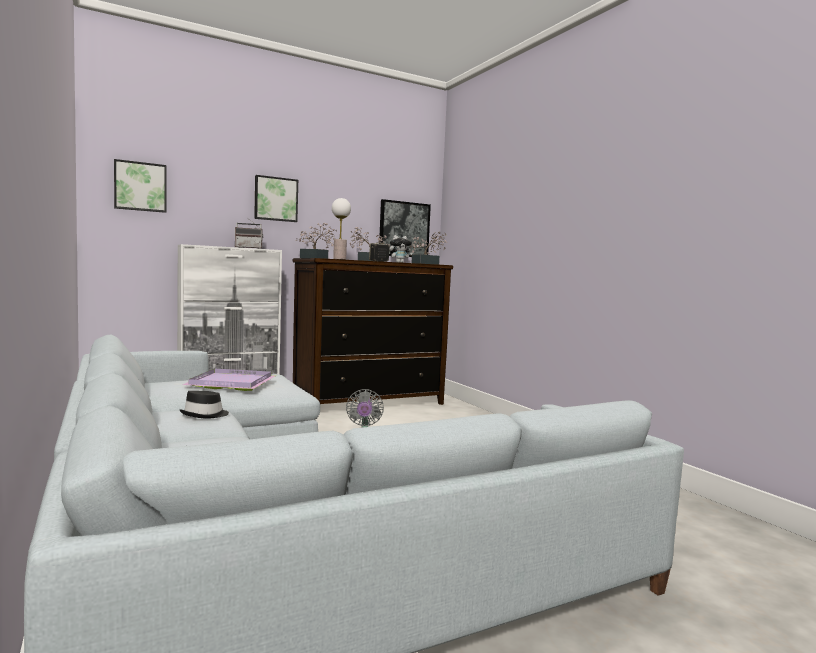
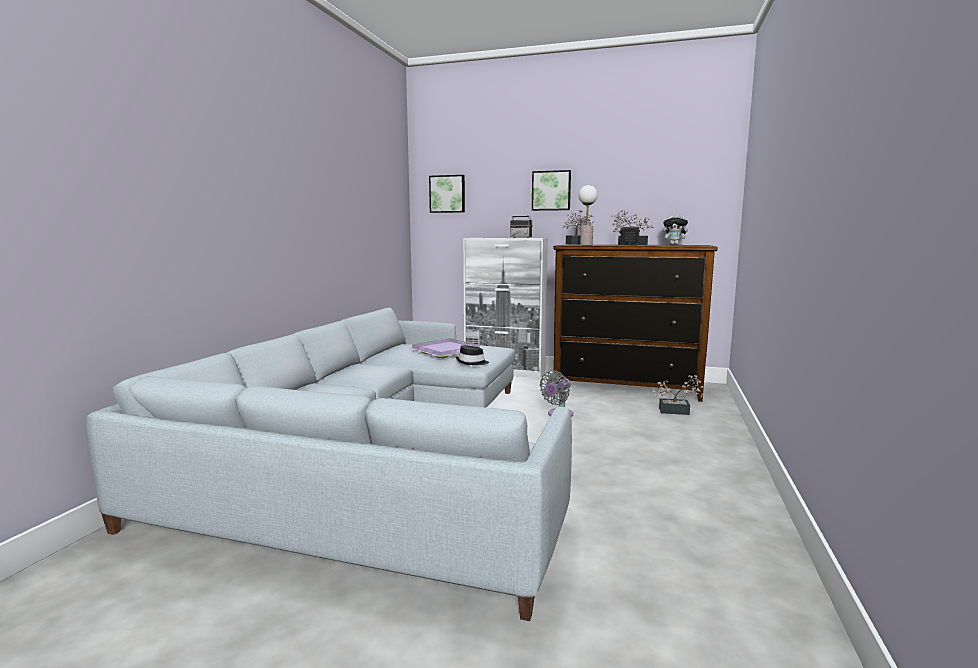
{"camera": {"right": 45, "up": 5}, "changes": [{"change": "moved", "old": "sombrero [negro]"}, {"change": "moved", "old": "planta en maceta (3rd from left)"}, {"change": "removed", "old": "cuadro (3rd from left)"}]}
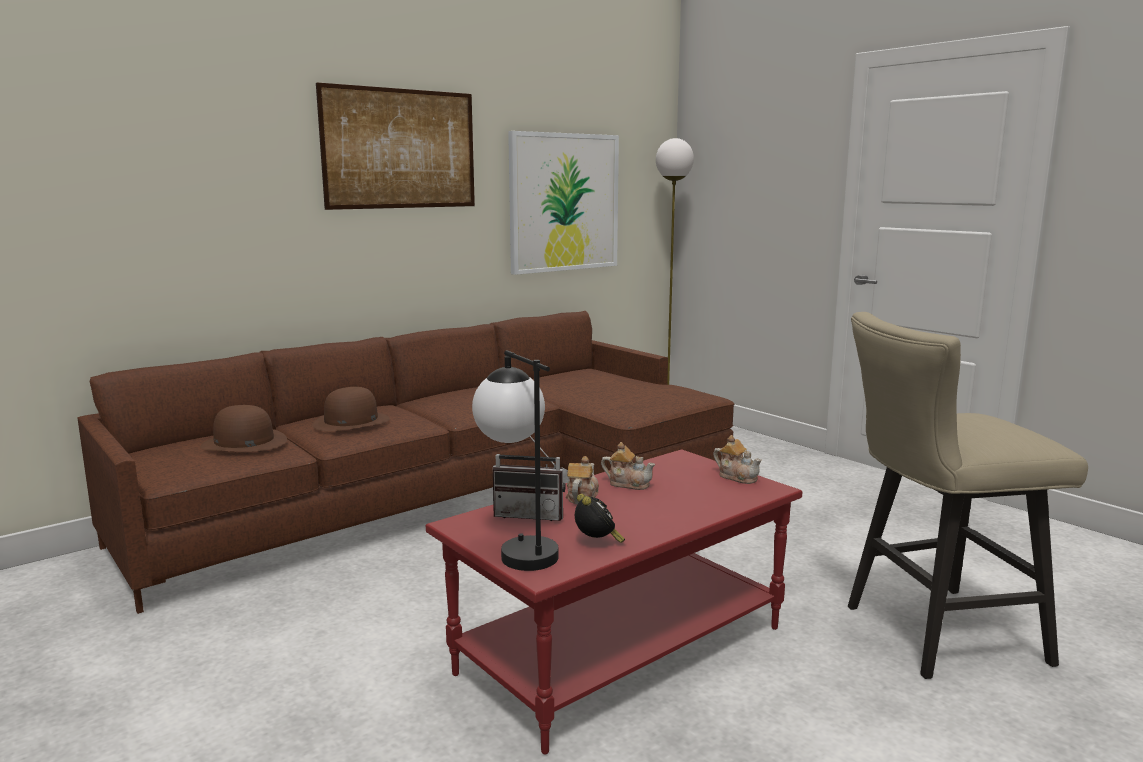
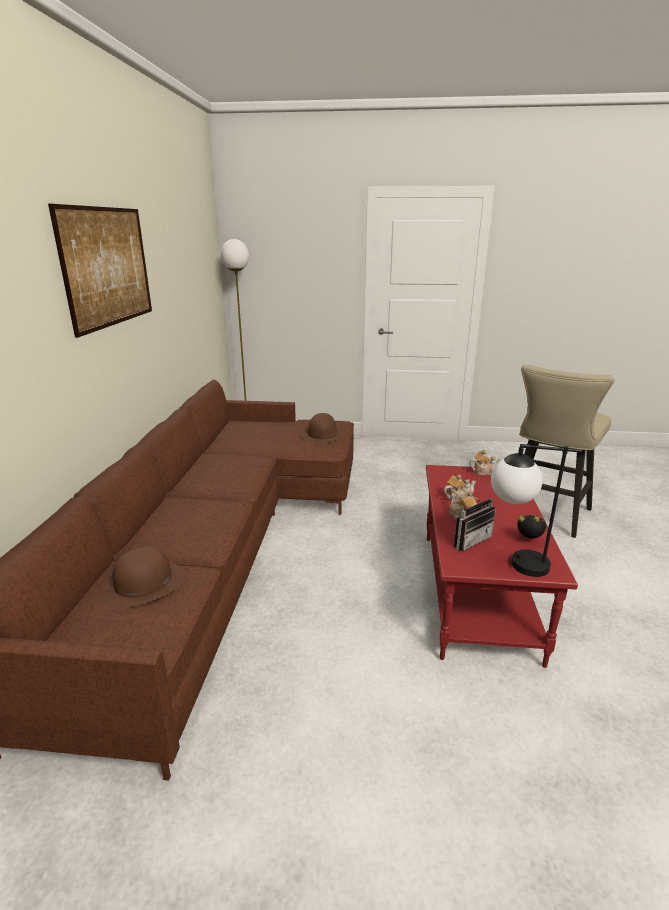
{"camera": {"right": -45, "up": 10}, "changes": [{"change": "moved", "old": "sombrero [marrón] (2nd from left)"}, {"change": "removed", "old": "cuadro (2nd from left)"}]}
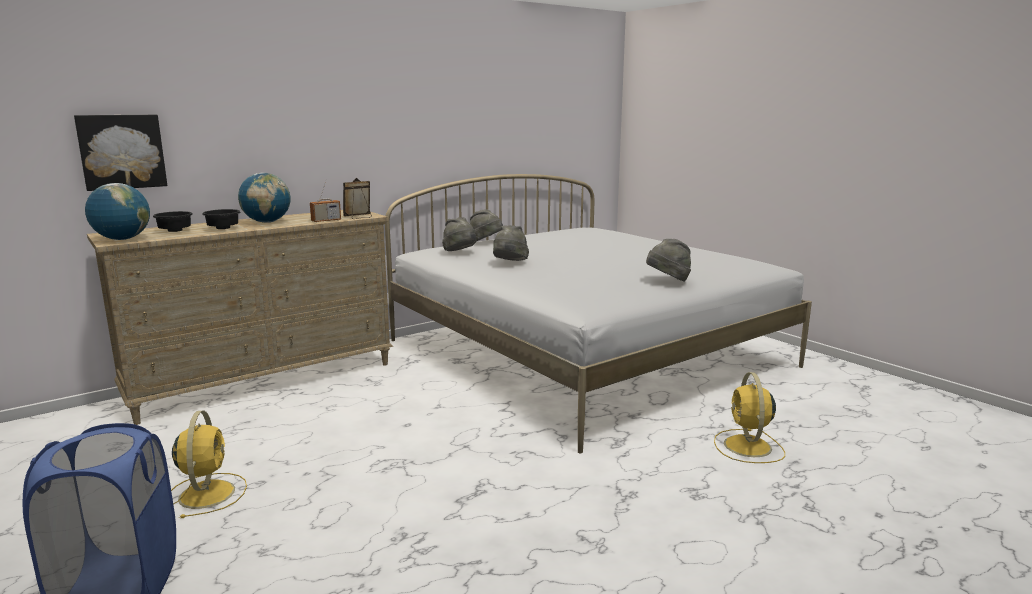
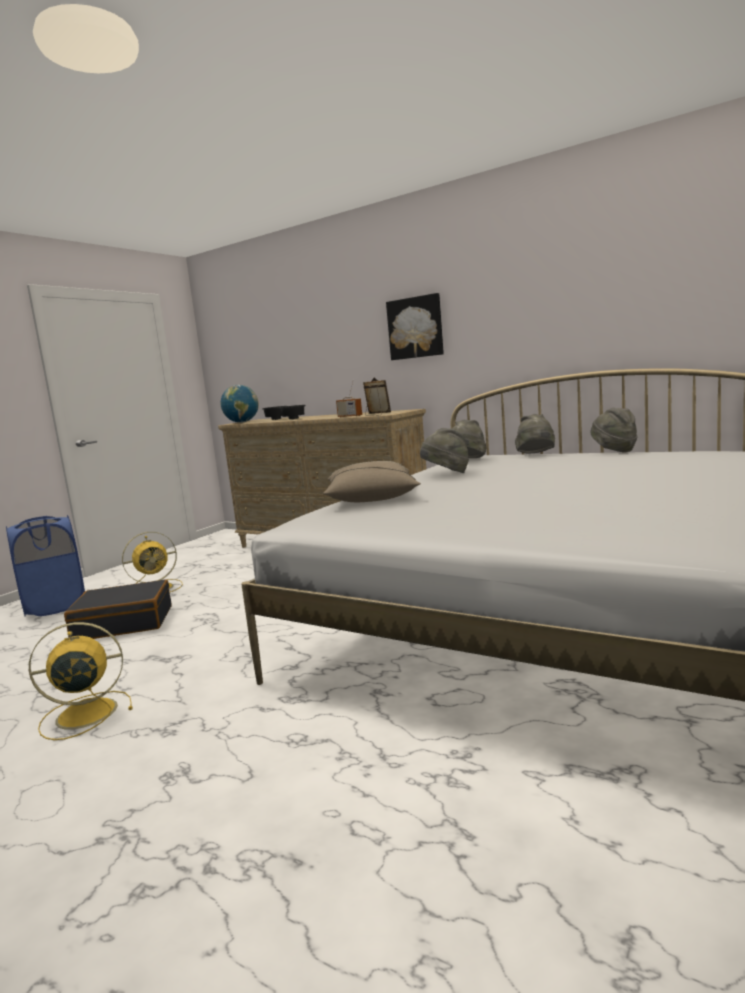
{"camera": {"right": 70, "up": -5}, "changes": [{"change": "moved", "old": "ventilador [amarillo] (2nd from left in the first image)", "new": "ventilador [amarillo] (1st from left)"}, {"change": "added", "new": "maleta [negro]"}, {"change": "added", "new": "cojín [beis]"}, {"change": "moved", "old": "cuadro"}, {"change": "moved", "old": "sombrero [gris] (4th from left)"}, {"change": "removed", "old": "globo terráqueo (2nd from left)"}]}
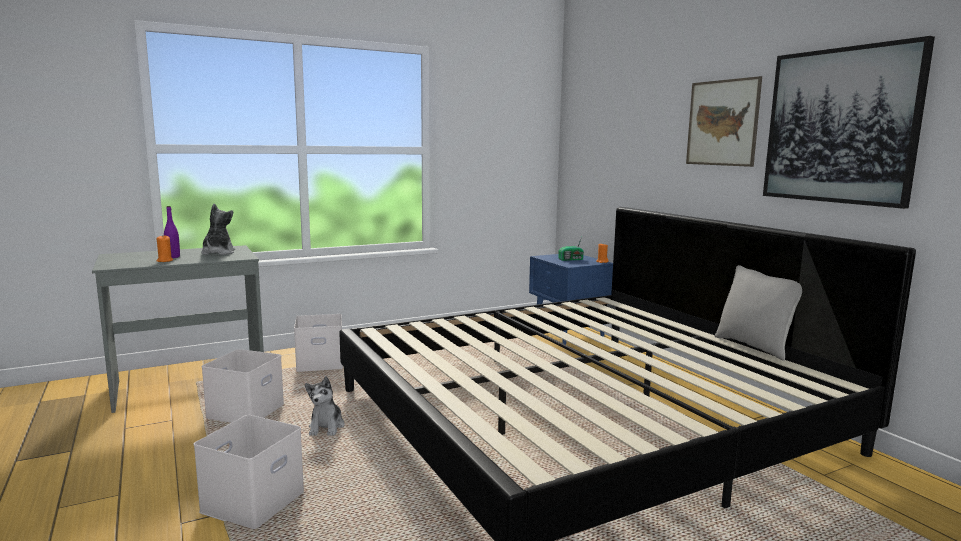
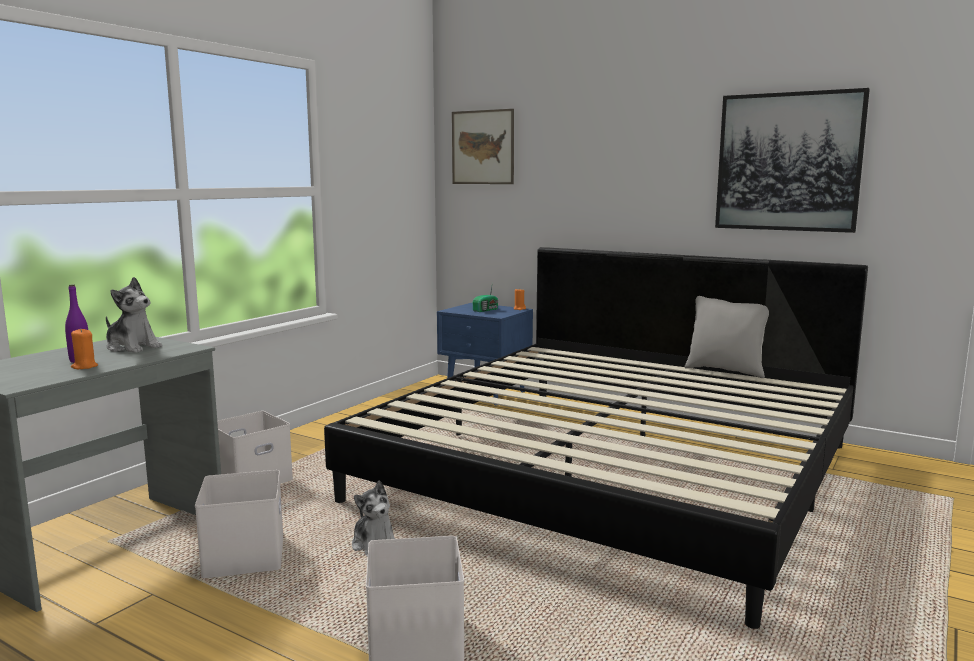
{"camera": {"right": -30, "up": 0}, "changes": [{"change": "turned", "old": "peluche (1st from left)", "degrees": 150}, {"change": "moved", "old": "cuadro (1st from left)"}]}
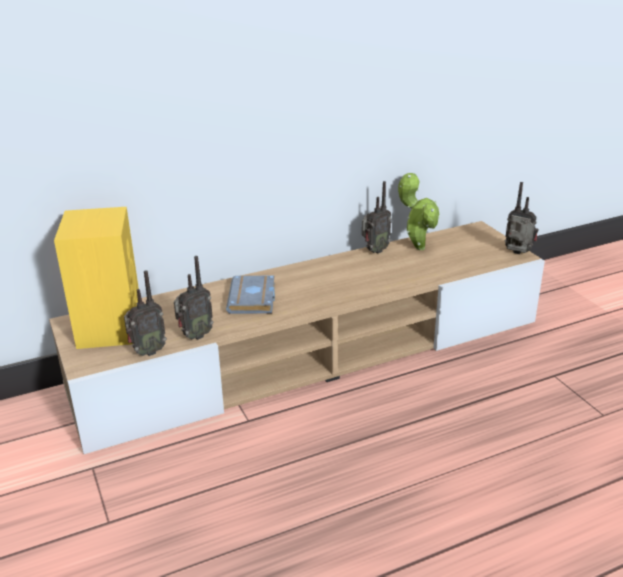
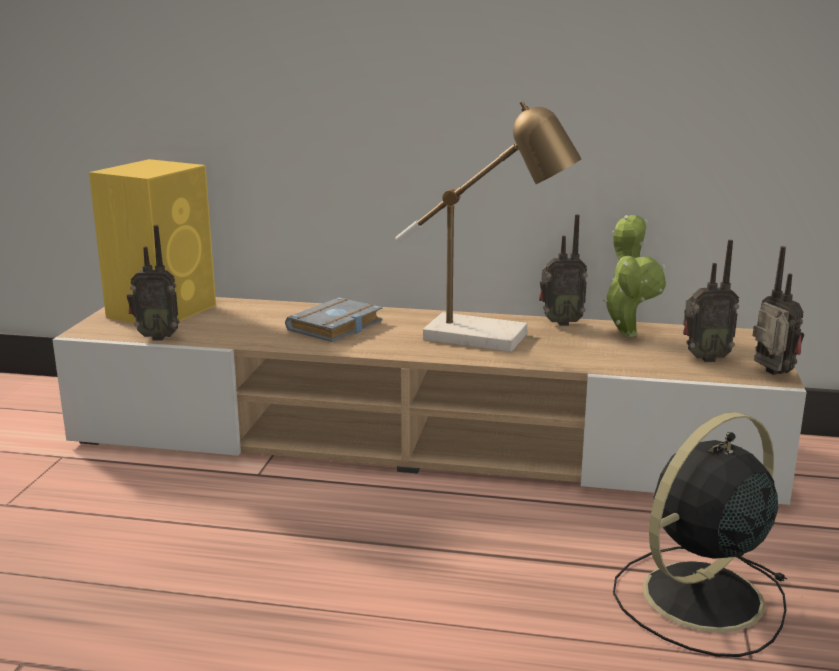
{"camera": {"right": 35, "up": -10}, "changes": [{"change": "added", "new": "lámpara de mesa"}, {"change": "added", "new": "ventilador [negro]"}, {"change": "moved", "old": "radio (2nd from left in the first image)", "new": "radio (3rd from left)"}]}
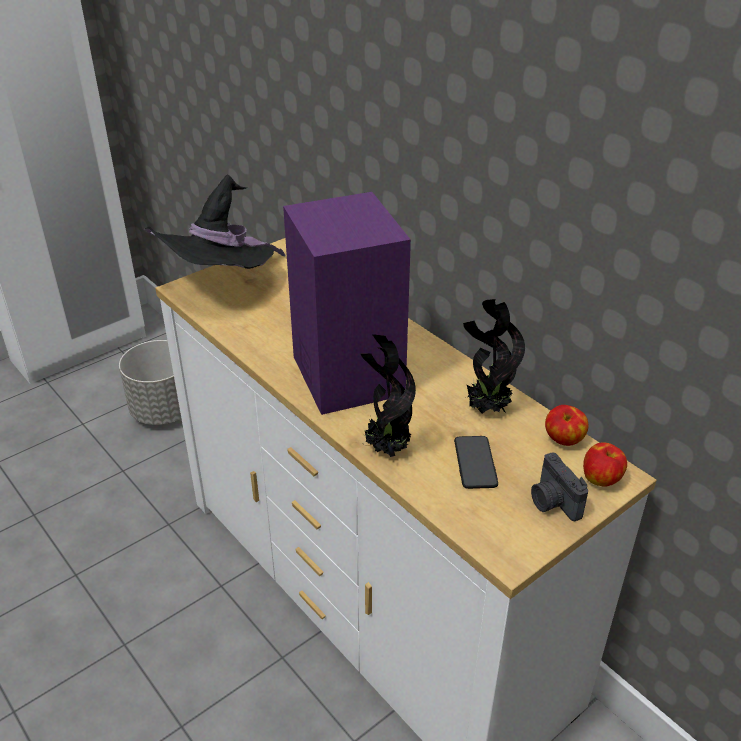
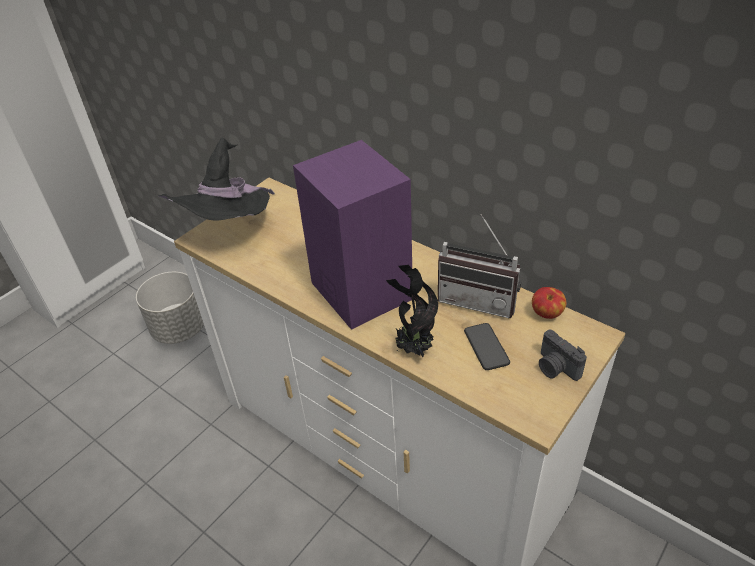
{"camera": {"right": -10, "up": 5}, "changes": [{"change": "replaced", "old": "planta en maceta (2nd from left)", "new": "radio"}, {"change": "removed", "old": "manzana (2nd from left)"}]}
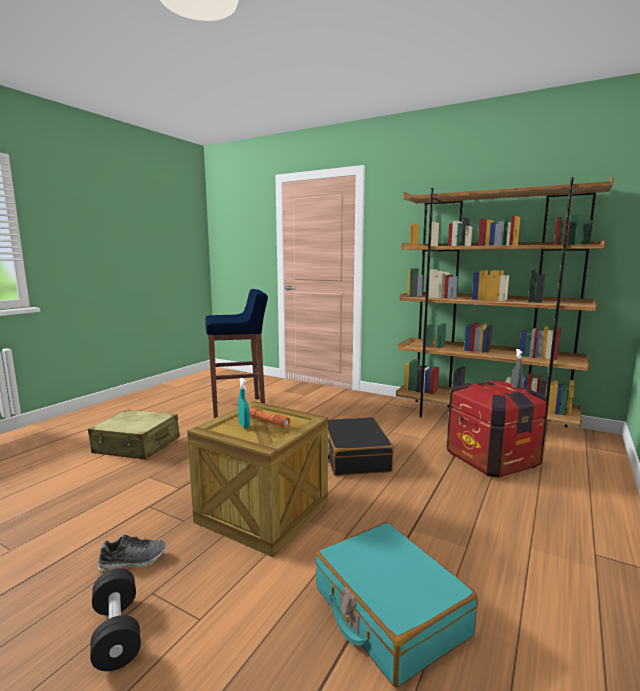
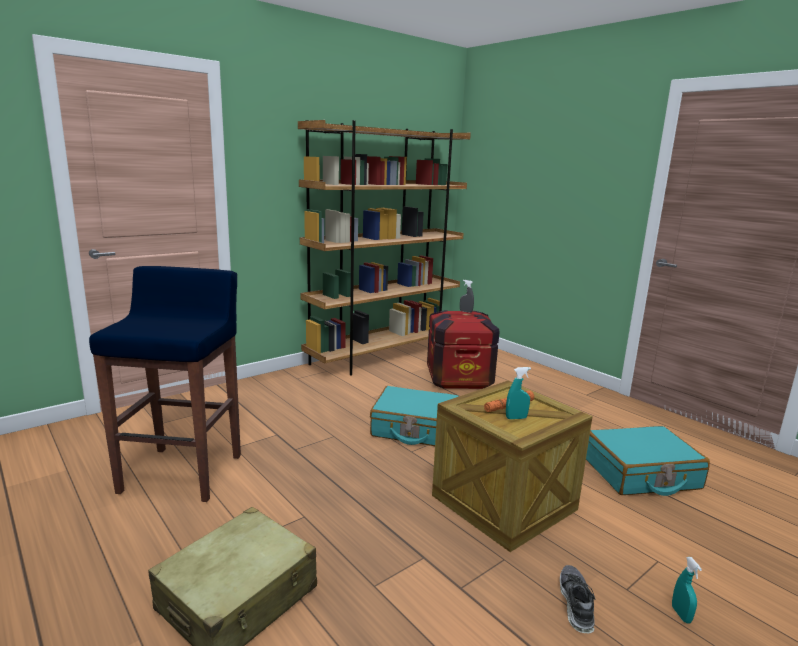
{"camera": {"right": -70, "up": 5}, "changes": [{"change": "recoloured", "old": "maleta [negro]", "new": "maleta [turquesa] (1st from left)"}, {"change": "replaced", "old": "mancuerna [negro]", "new": "pulverizador [turquesa] (2nd from left)"}]}
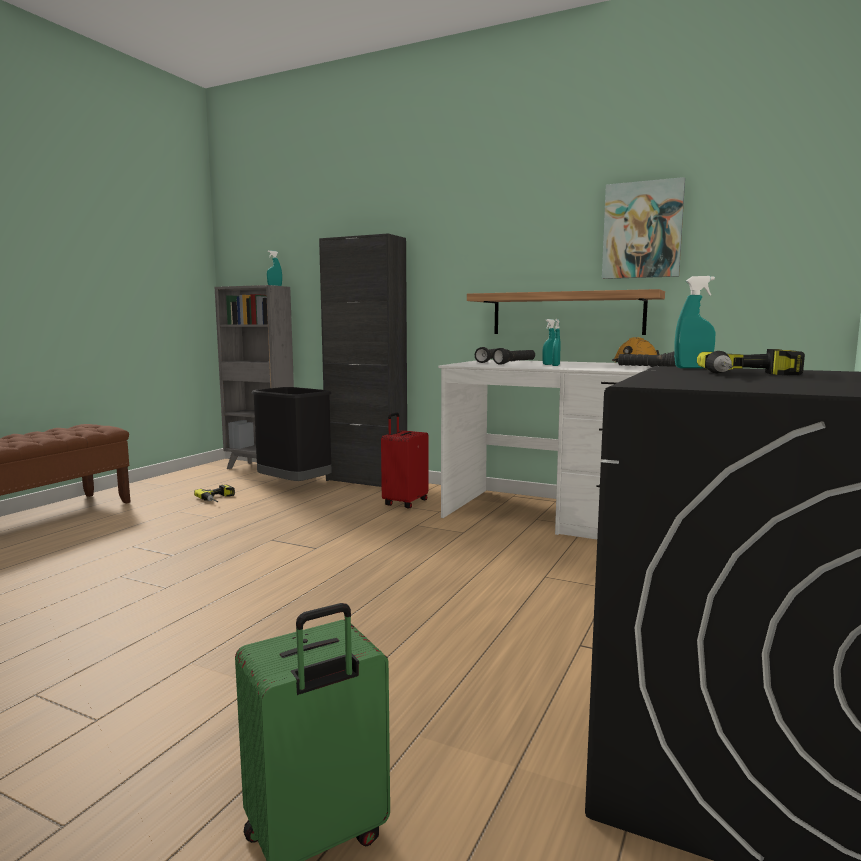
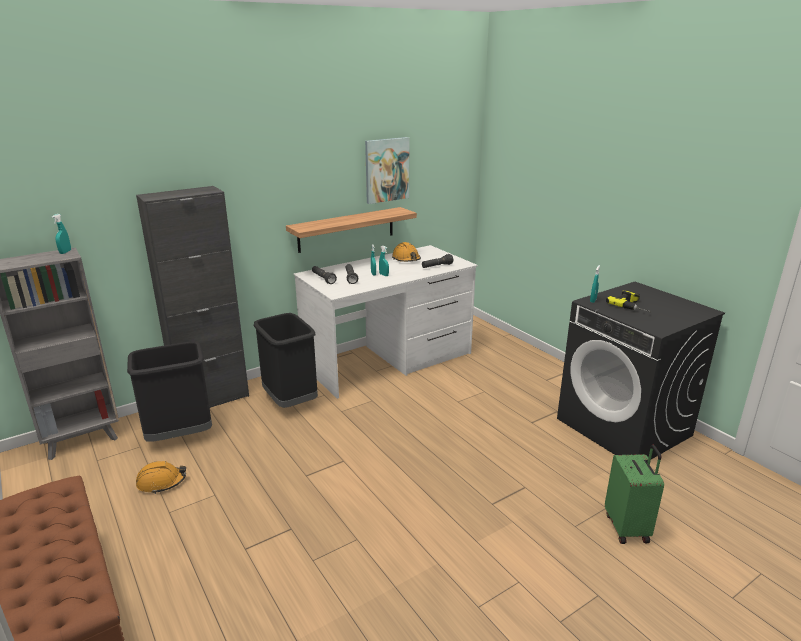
{"camera": {"right": -60, "up": 15}, "changes": [{"change": "replaced", "old": "taladro (1st from left)", "new": "casco [naranja] (1st from left)"}, {"change": "replaced", "old": "maleta [rojo]", "new": "papelera [negro] (2nd from left)"}]}
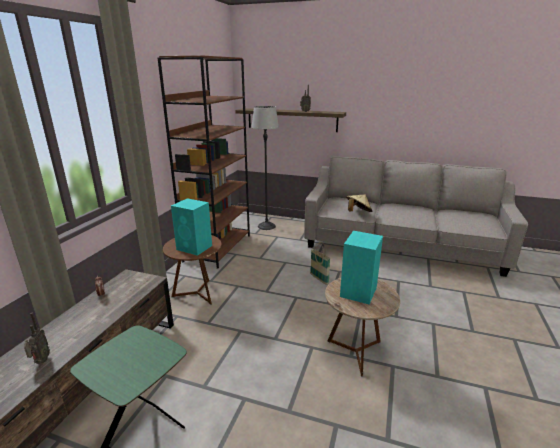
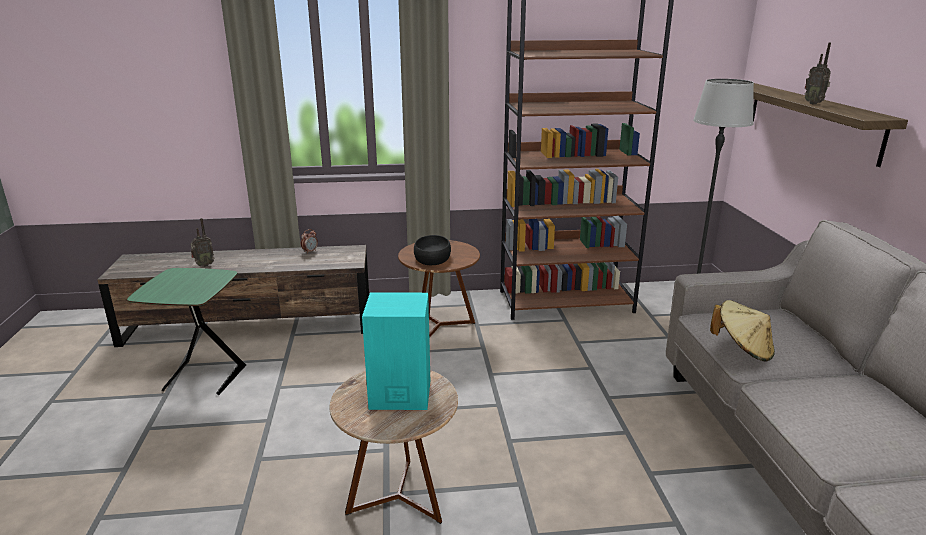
{"camera": {"right": 65, "up": 0}, "changes": [{"change": "replaced", "old": "altavoz [turquesa] (1st from left)", "new": "cuenco [negro]"}, {"change": "removed", "old": "cesta"}]}
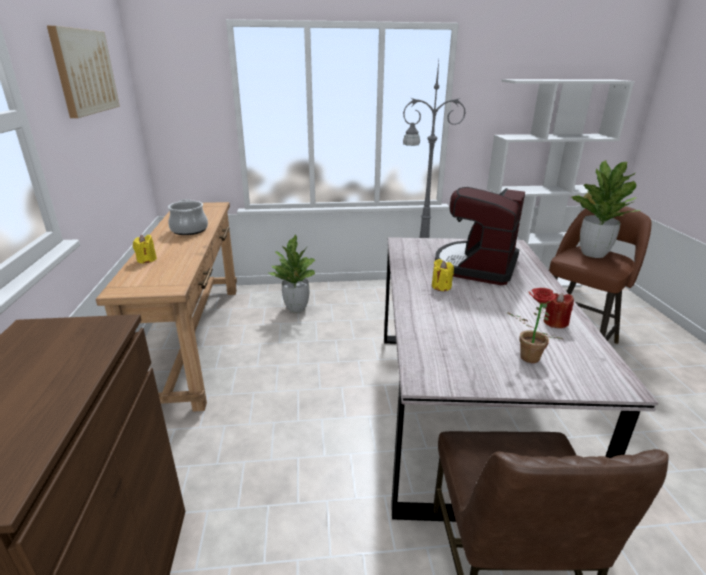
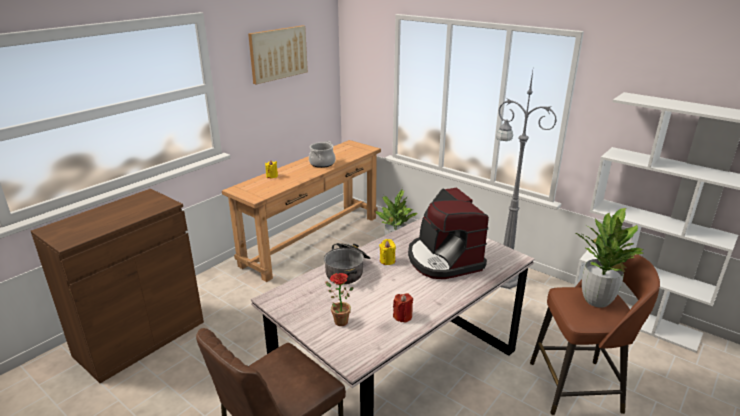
{"camera": {"right": 45, "up": 0}, "changes": [{"change": "added", "new": "olla (2nd from left)"}, {"change": "turned", "old": "cafetera", "degrees": -90}]}
